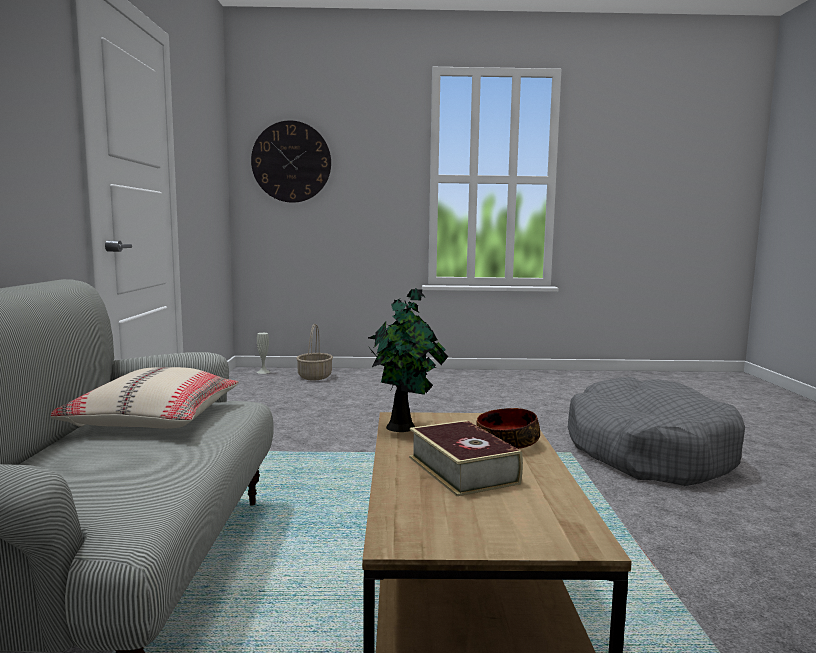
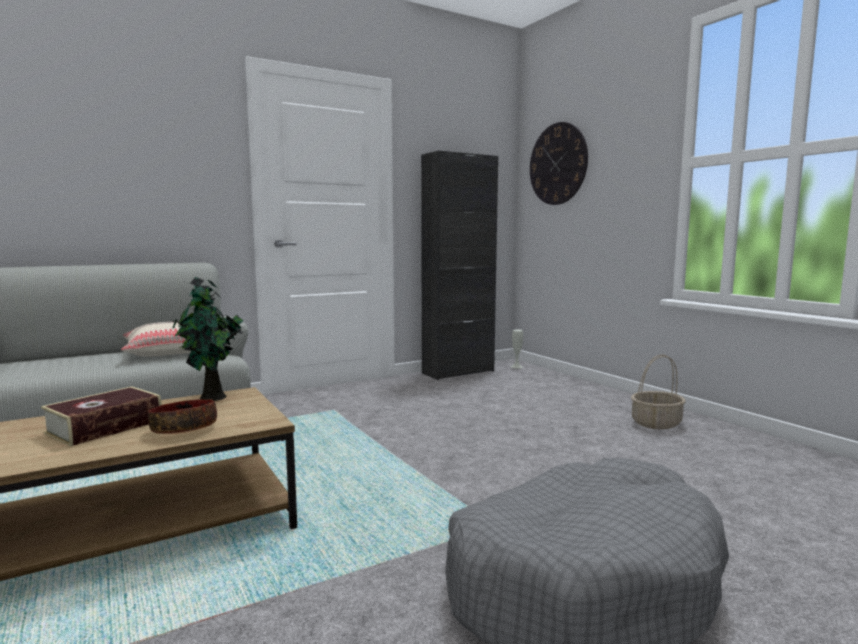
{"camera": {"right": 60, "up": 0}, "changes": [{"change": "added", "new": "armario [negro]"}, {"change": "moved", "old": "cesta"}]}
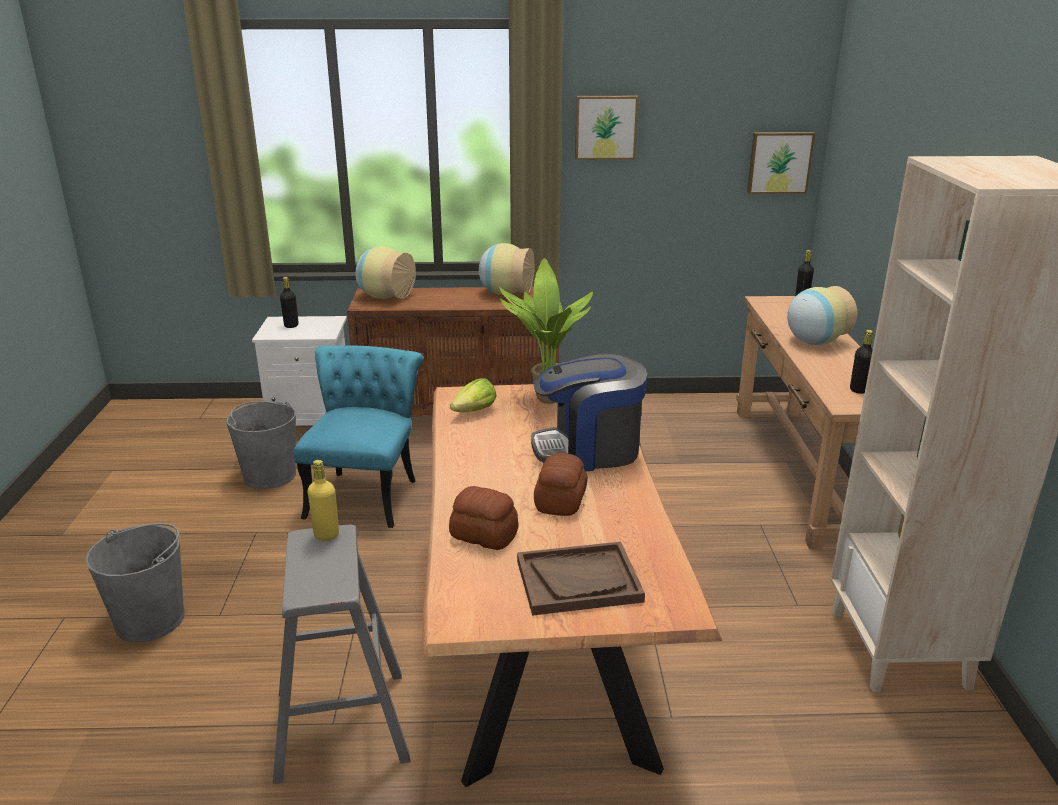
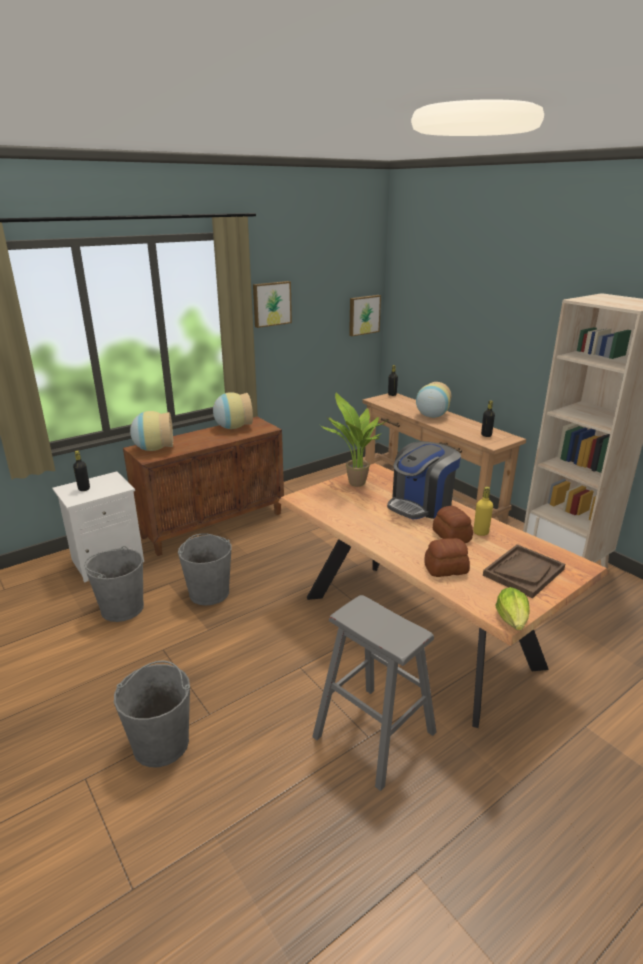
{"camera": {"right": -35, "up": 0}, "changes": [{"change": "replaced", "old": "silla [turquesa]", "new": "cubo [gris] (3rd from left)"}, {"change": "moved", "old": "botella [amarillo]"}, {"change": "moved", "old": "lechuga"}]}
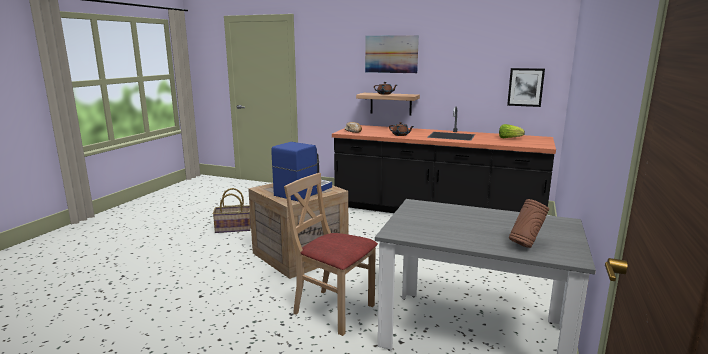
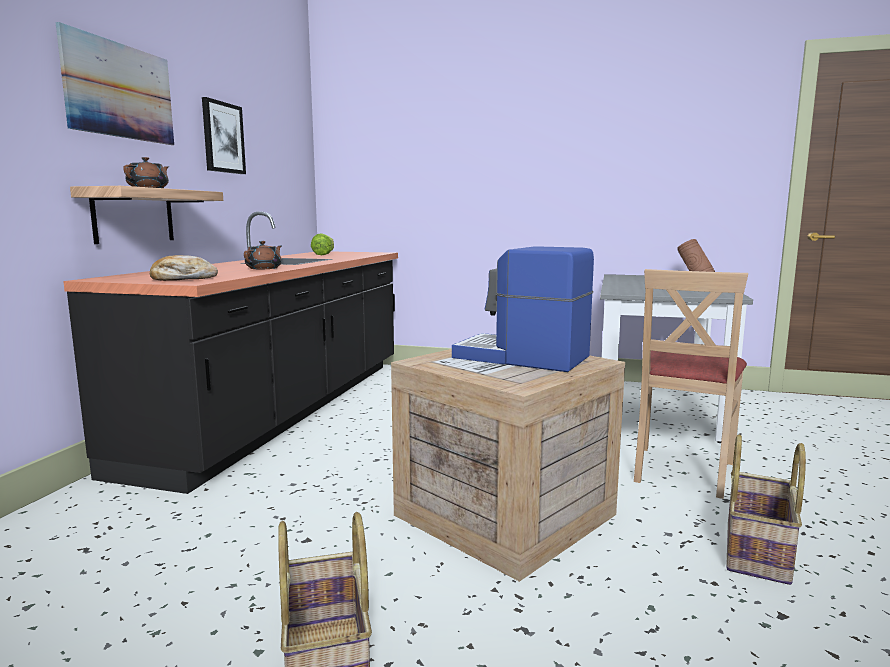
{"camera": {"right": -95, "up": -5}, "changes": [{"change": "moved", "old": "cuadro (2nd from left)"}, {"change": "added", "new": "cesta (2nd from left)"}]}
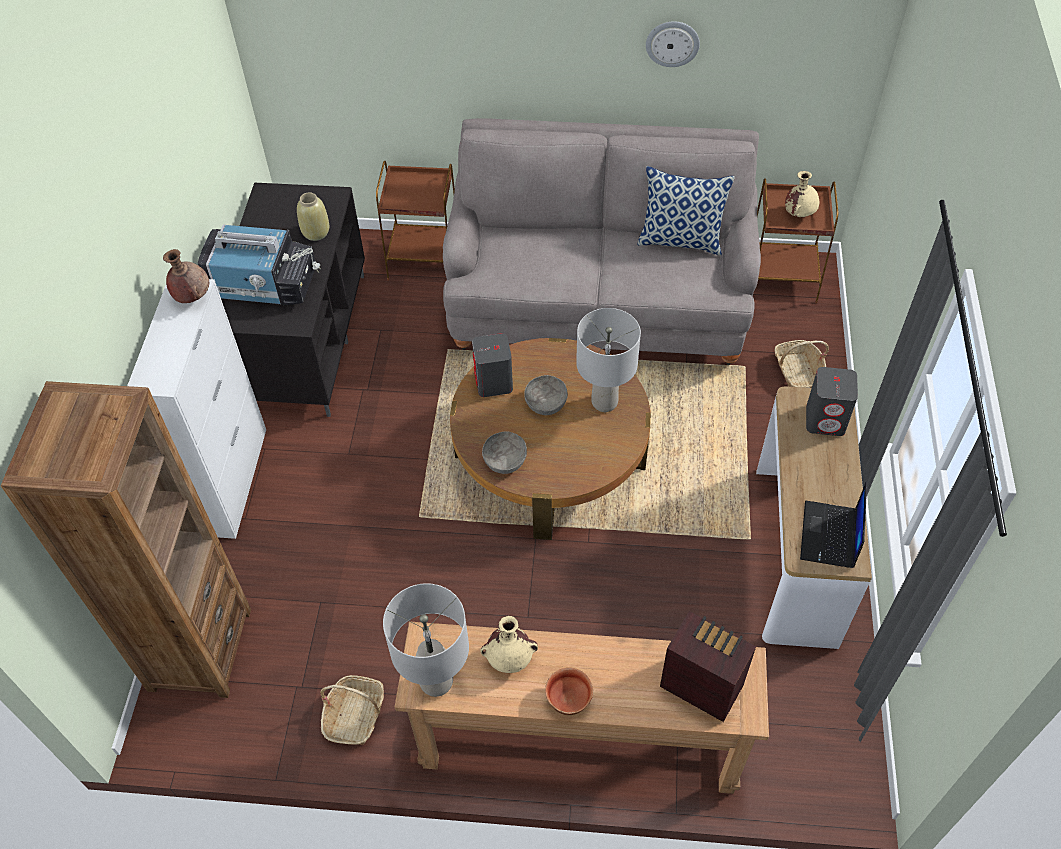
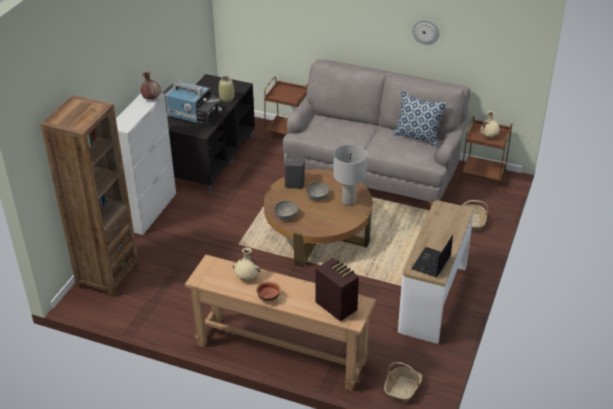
{"camera": {"right": 15, "up": -15}, "changes": [{"change": "moved", "old": "cesta (1st from left)"}, {"change": "removed", "old": "lámpara de mesa [gris] (1st from left)"}, {"change": "removed", "old": "altavoz [gris] (2nd from left)"}]}
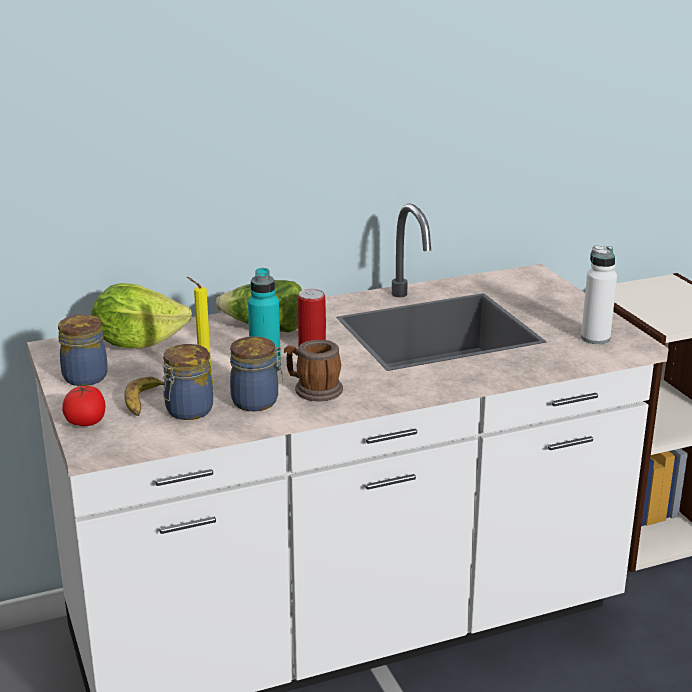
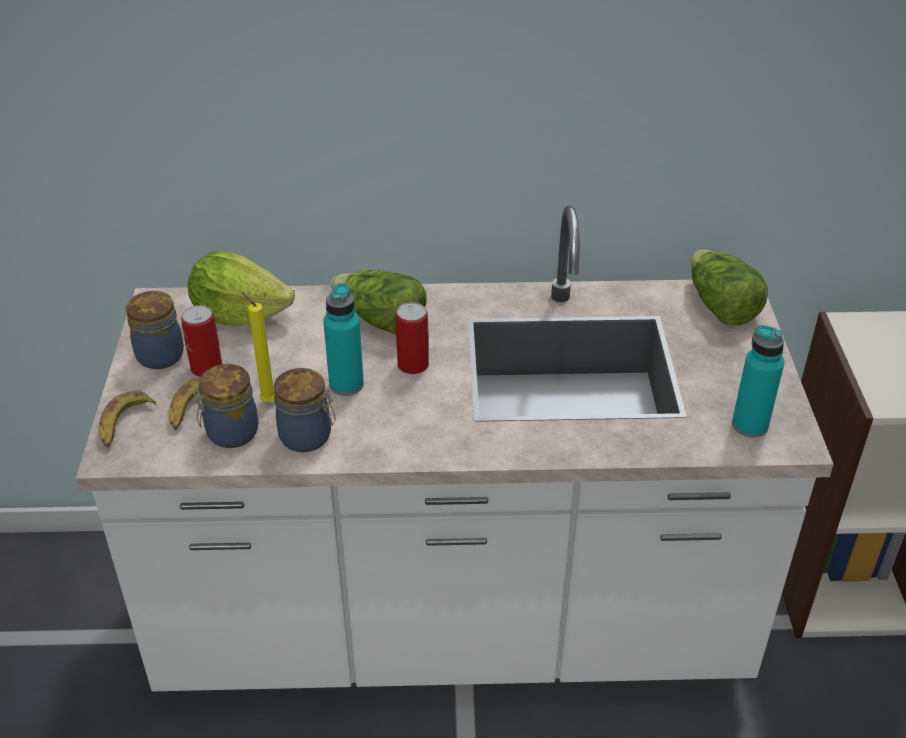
{"camera": {"right": 20, "up": 15}, "changes": [{"change": "replaced", "old": "tomate", "new": "plátano (1st from left)"}, {"change": "added", "new": "lata (1st from left)"}, {"change": "added", "new": "lechuga (3rd from left)"}, {"change": "recoloured", "old": "botella [blanco]", "new": "botella [turquesa] (2nd from left)"}, {"change": "removed", "old": "taza grande"}]}
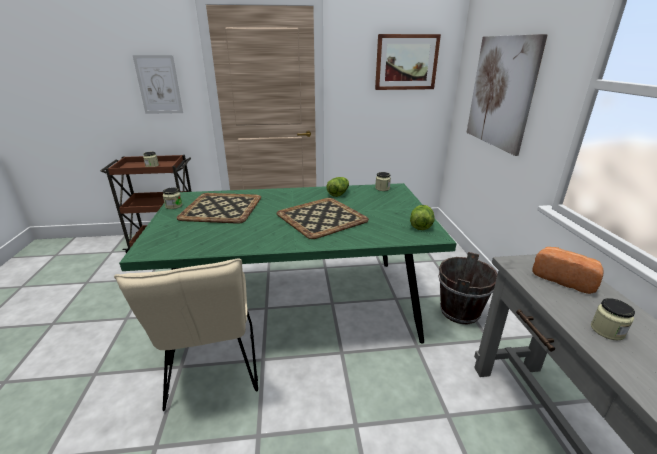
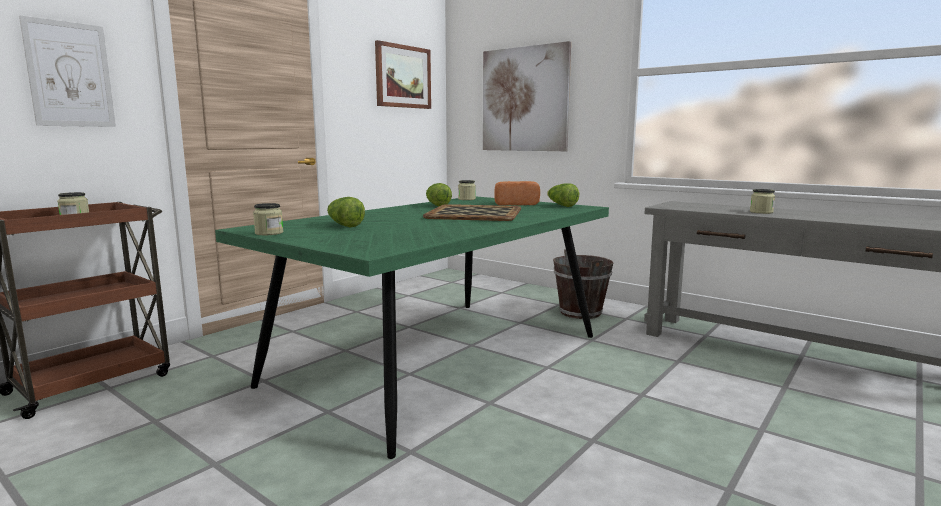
{"camera": {"right": -45, "up": -15}, "changes": [{"change": "replaced", "old": "bandeja (1st from left)", "new": "lechuga (1st from left)"}, {"change": "moved", "old": "pan"}, {"change": "removed", "old": "silla [beis]"}]}
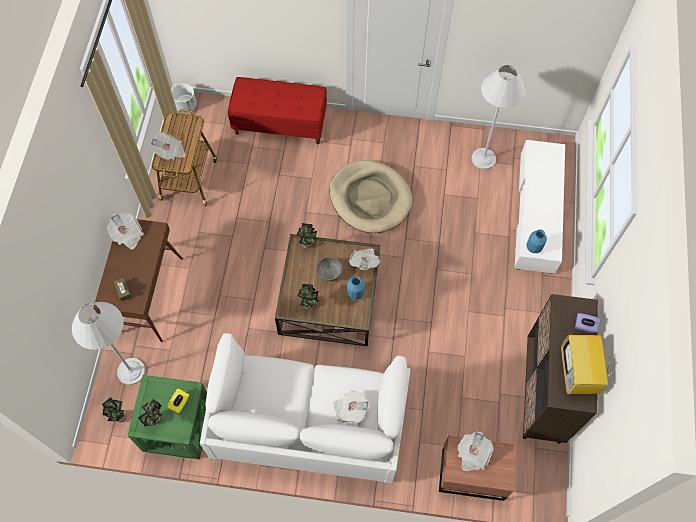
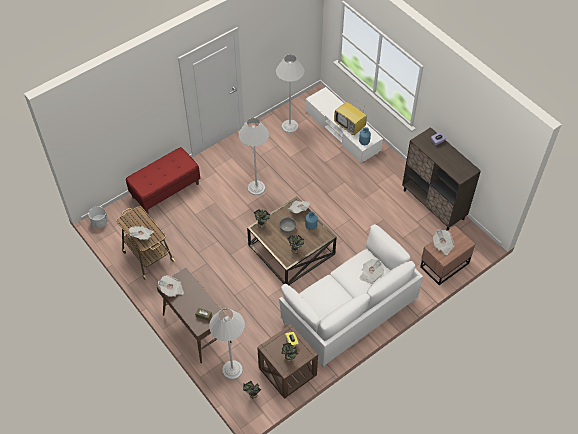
{"camera": {"right": -45, "up": -10}, "changes": [{"change": "replaced", "old": "cama para perro [beis]", "new": "lámpara de pie [blanco] (2nd from left)"}, {"change": "recoloured", "old": "mesa auxiliar [verde]", "new": "mesa auxiliar [marrón]"}, {"change": "moved", "old": "televisor"}]}
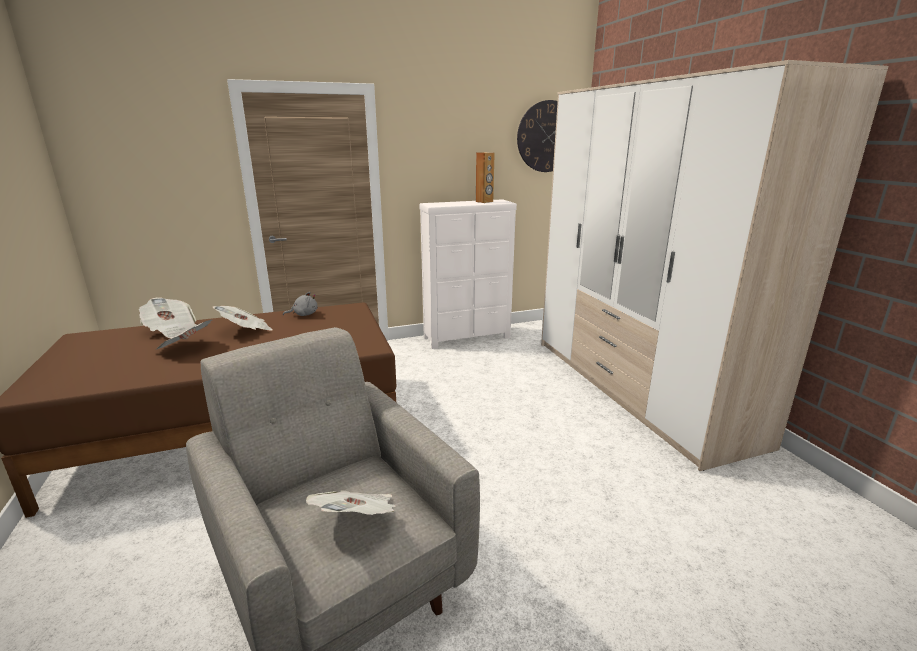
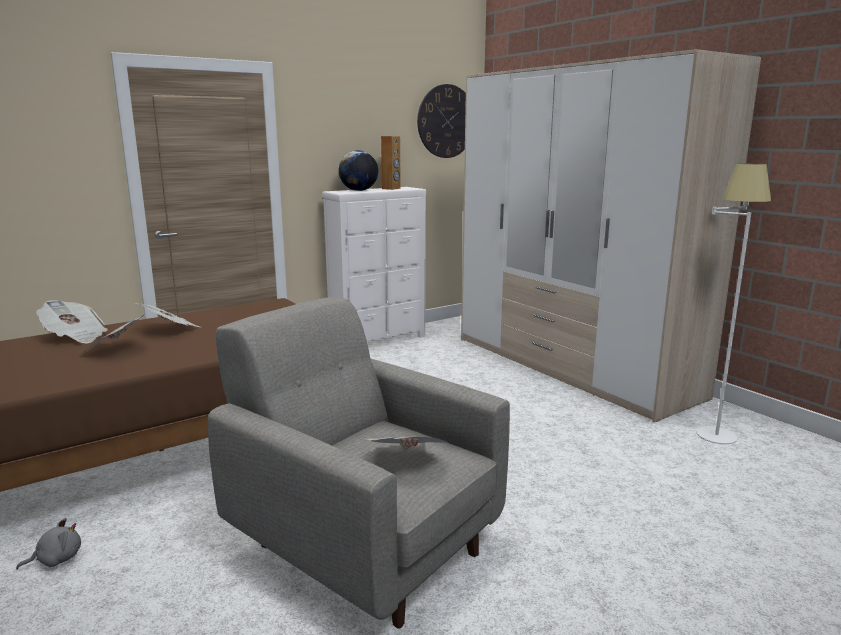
{"camera": {"right": -15, "up": -5}, "changes": [{"change": "moved", "old": "peluche [gris]"}, {"change": "added", "new": "globo terráqueo"}, {"change": "added", "new": "lámpara de pie [blanco]"}]}
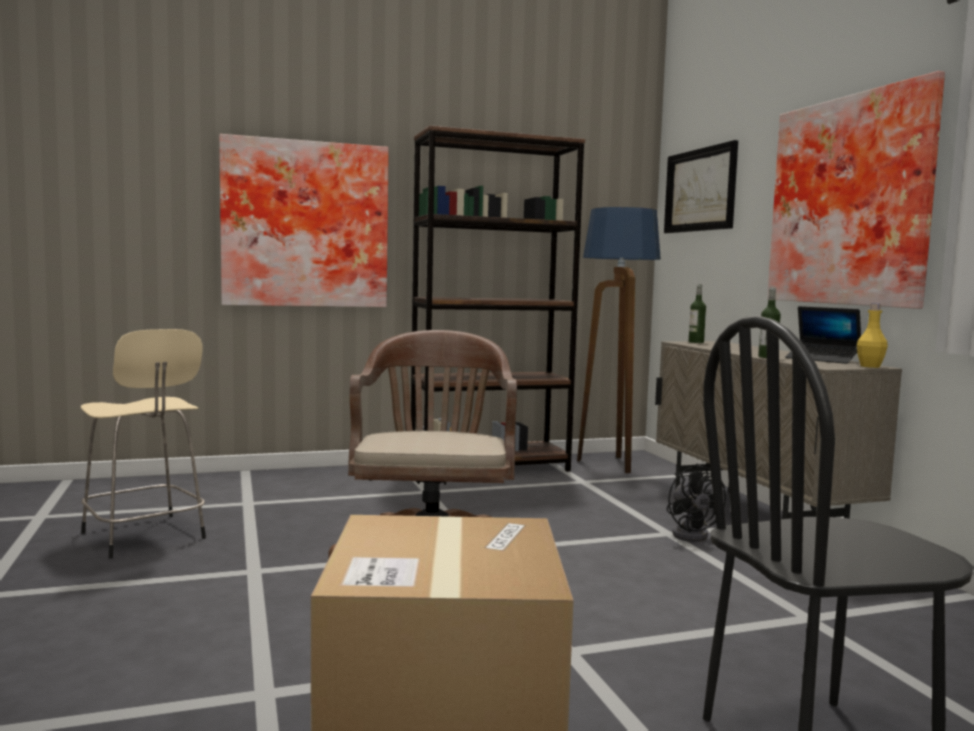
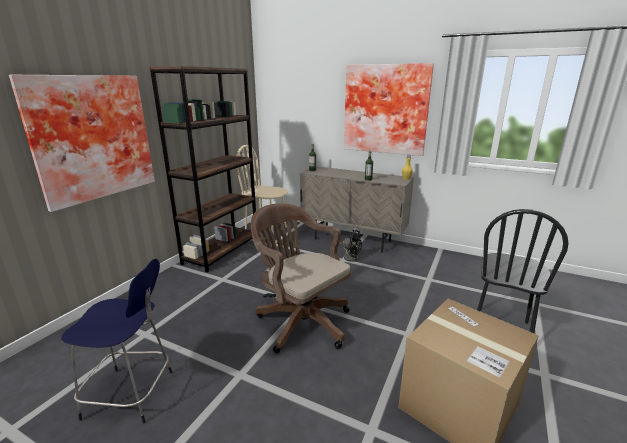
{"camera": {"right": -45, "up": 15}, "changes": [{"change": "recoloured", "old": "taburete [beis]", "new": "taburete [azul]"}, {"change": "replaced", "old": "lámpara de pie", "new": "silla [beis]"}, {"change": "removed", "old": "cuadro (2nd from left)"}, {"change": "removed", "old": "portátil"}]}
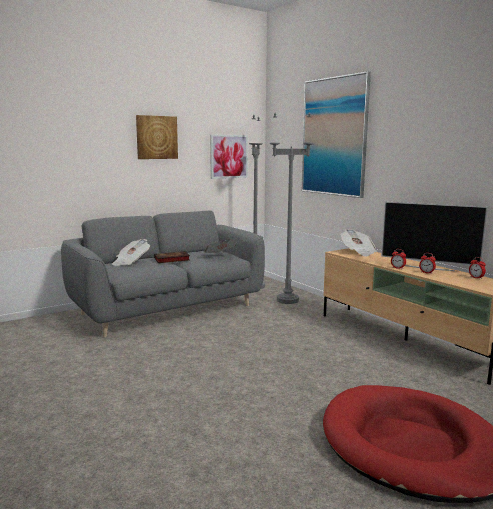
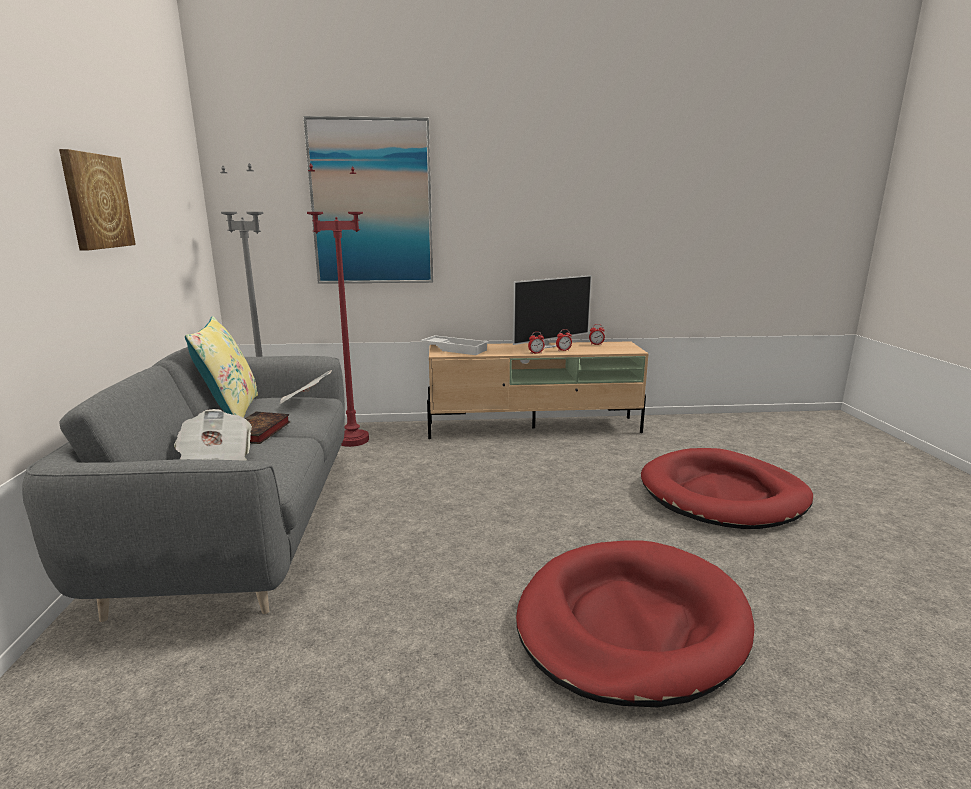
{"camera": {"right": -60, "up": 5}, "changes": [{"change": "added", "new": "cojín [amarillo]"}, {"change": "recoloured", "old": "lámpara de pie [gris] (2nd from left)", "new": "lámpara de pie [rojo]"}, {"change": "replaced", "old": "periódico (3rd from left)", "new": "bandeja [blanco]"}, {"change": "added", "new": "cama para perro [rojo] (1st from left)"}, {"change": "removed", "old": "cuadro (2nd from left)"}]}
